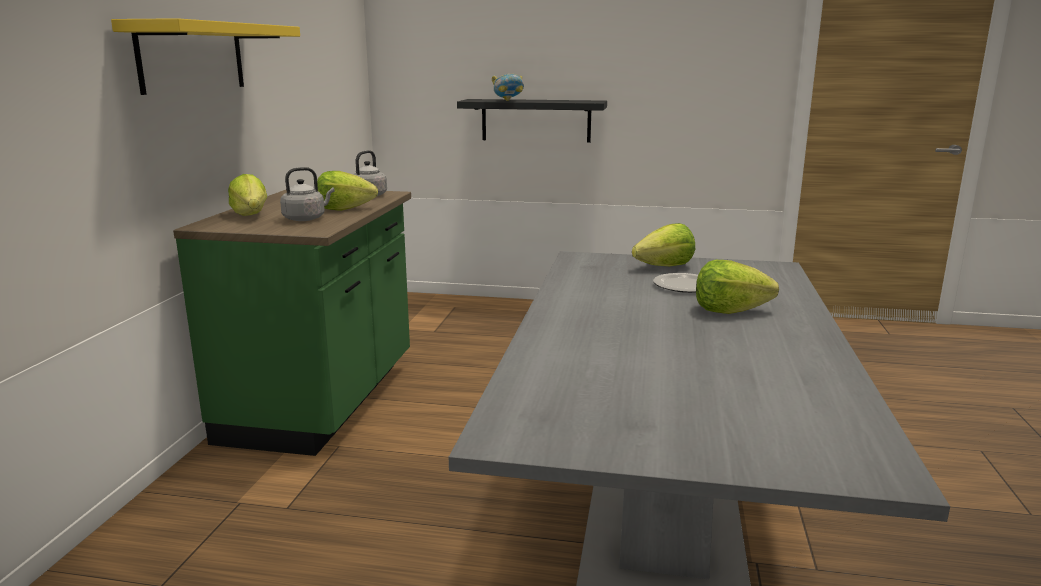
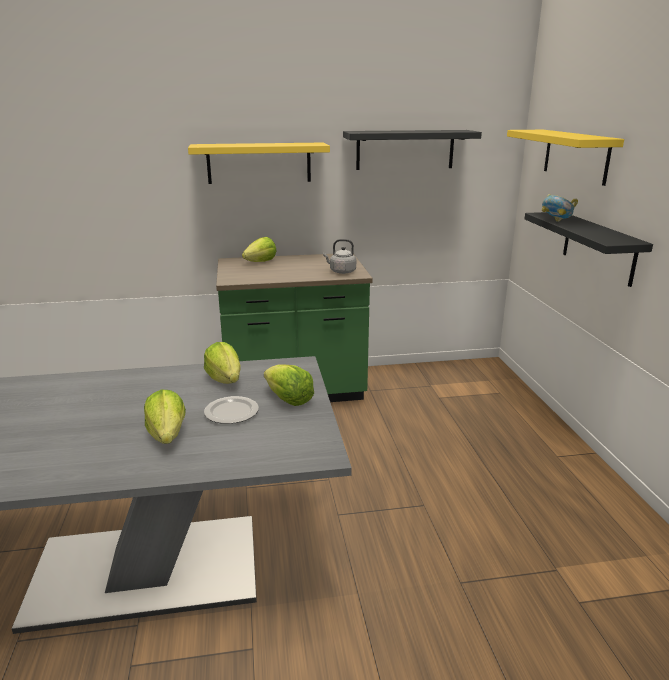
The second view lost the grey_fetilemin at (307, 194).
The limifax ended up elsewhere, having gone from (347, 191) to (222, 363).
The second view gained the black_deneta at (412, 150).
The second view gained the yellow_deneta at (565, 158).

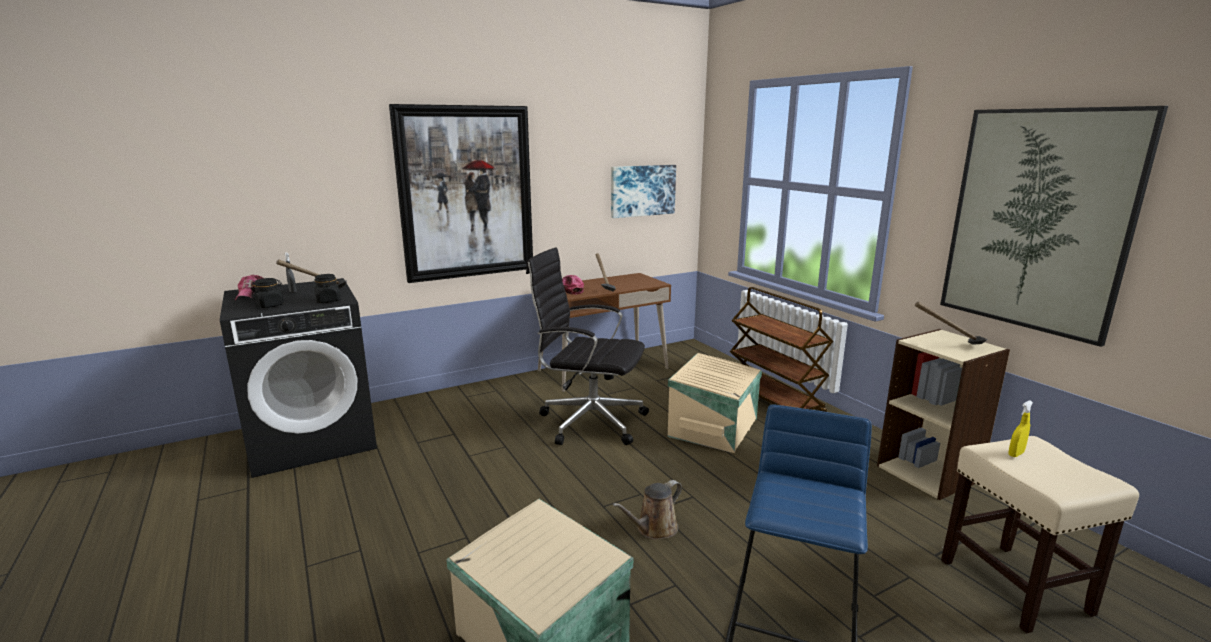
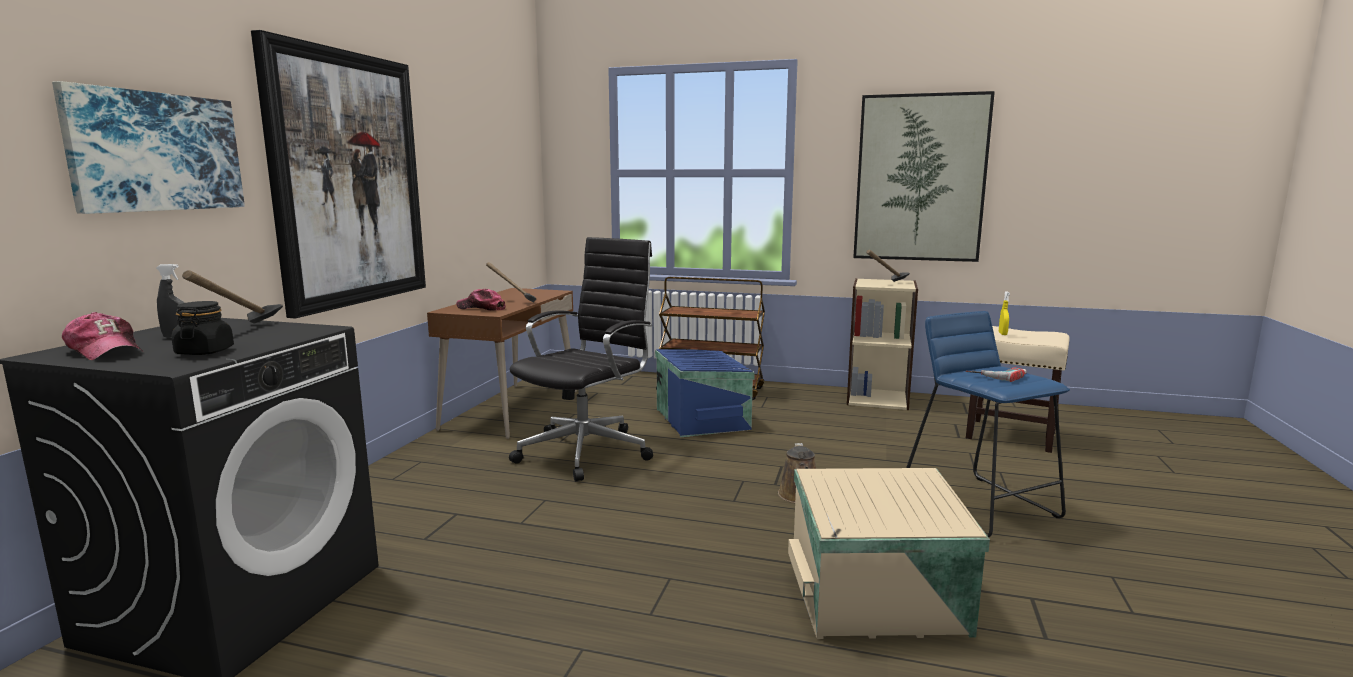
The second view lost the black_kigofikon at (328, 288).
The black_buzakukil at (587, 346) ended up facing another way, 150 degrees clockwise from before.
The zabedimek ended up elsewhere, having gone from (643, 191) to (148, 147).
What was the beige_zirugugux at (715, 403) turned into the blue_zirugugux at (705, 393).
The second view gained the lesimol at (996, 375).

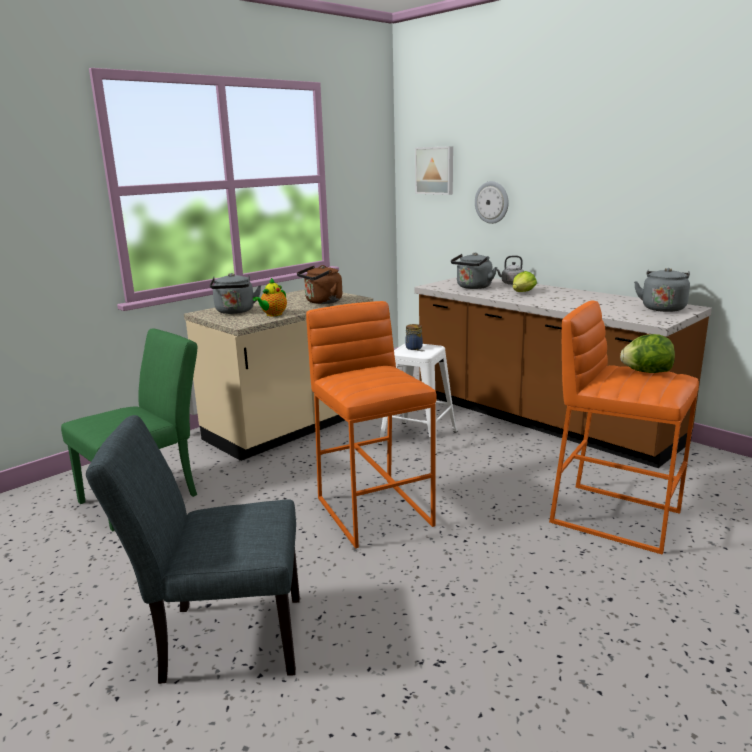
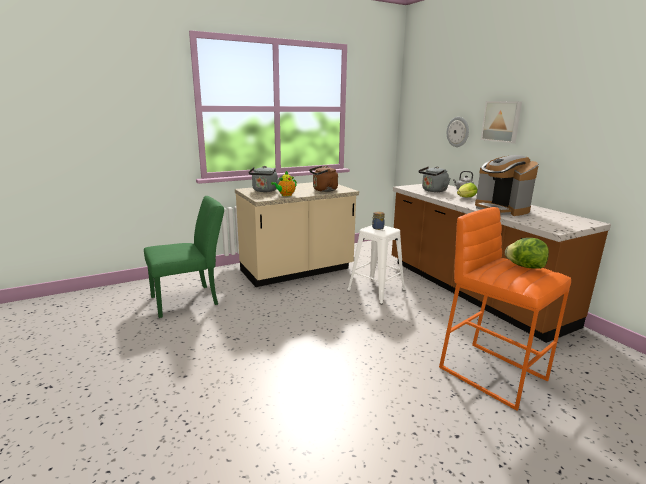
The second view lost the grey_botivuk at (193, 549).
The second view lost the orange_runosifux at (371, 425).
The zabedimek ended up elsewhere, having gone from (434, 170) to (501, 122).
The second view lost the grey_fetilemin at (662, 290).
The second view gained the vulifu at (507, 185).

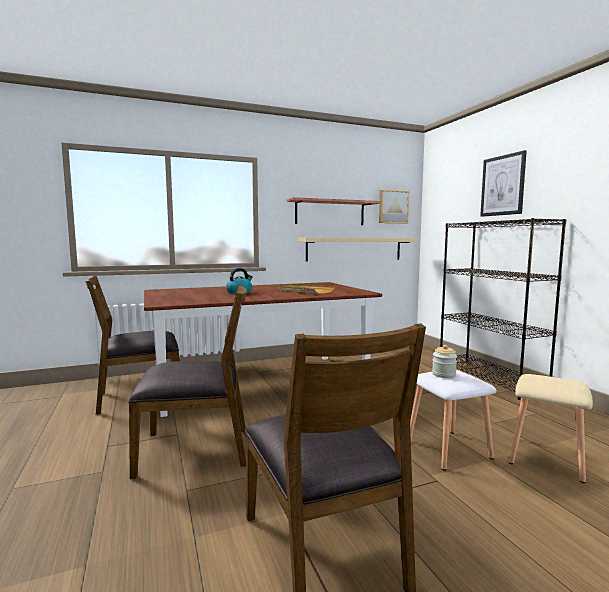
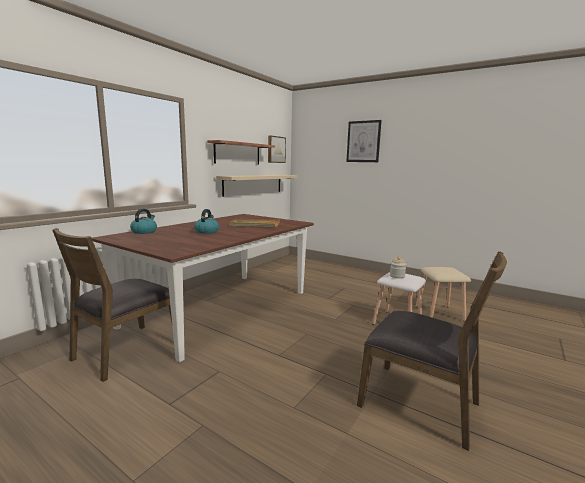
The second view lost the brown_botivuk at (187, 381).
The second view lost the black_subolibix at (503, 309).
The second view gained the fetilemin at (143, 221).

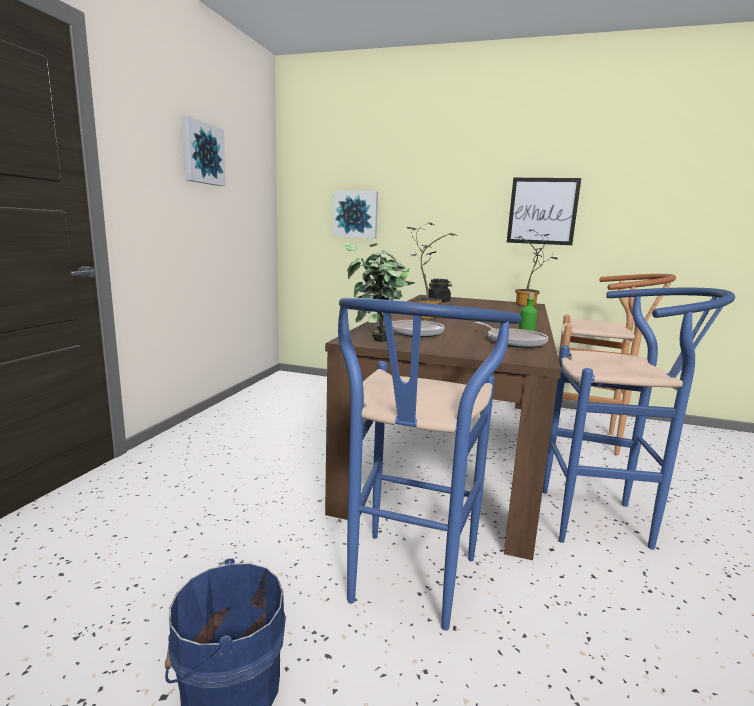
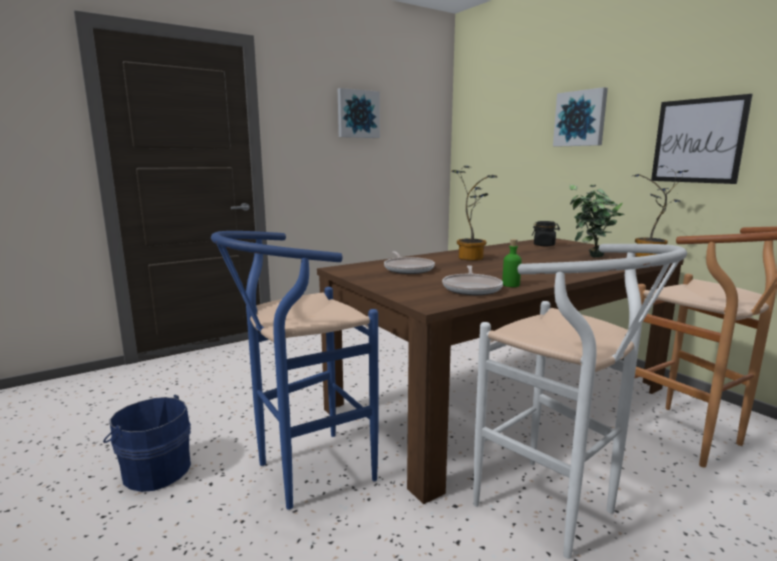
The zabedimek ended up elsewhere, having gone from (355, 214) to (580, 117).
The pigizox ended up elsewhere, having gone from (379, 292) to (596, 221).
What was the blue_runosifux at (639, 419) turned into the white_runosifux at (580, 401).

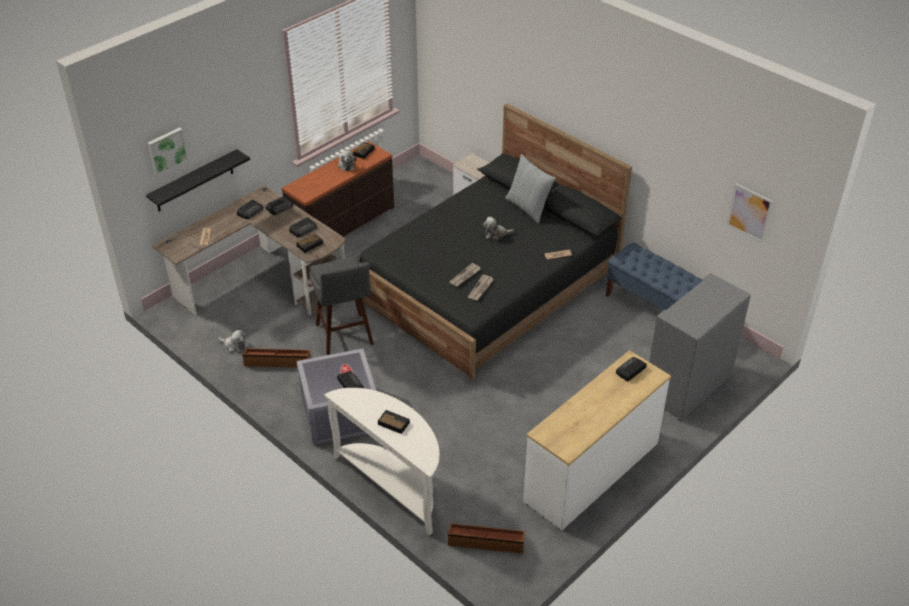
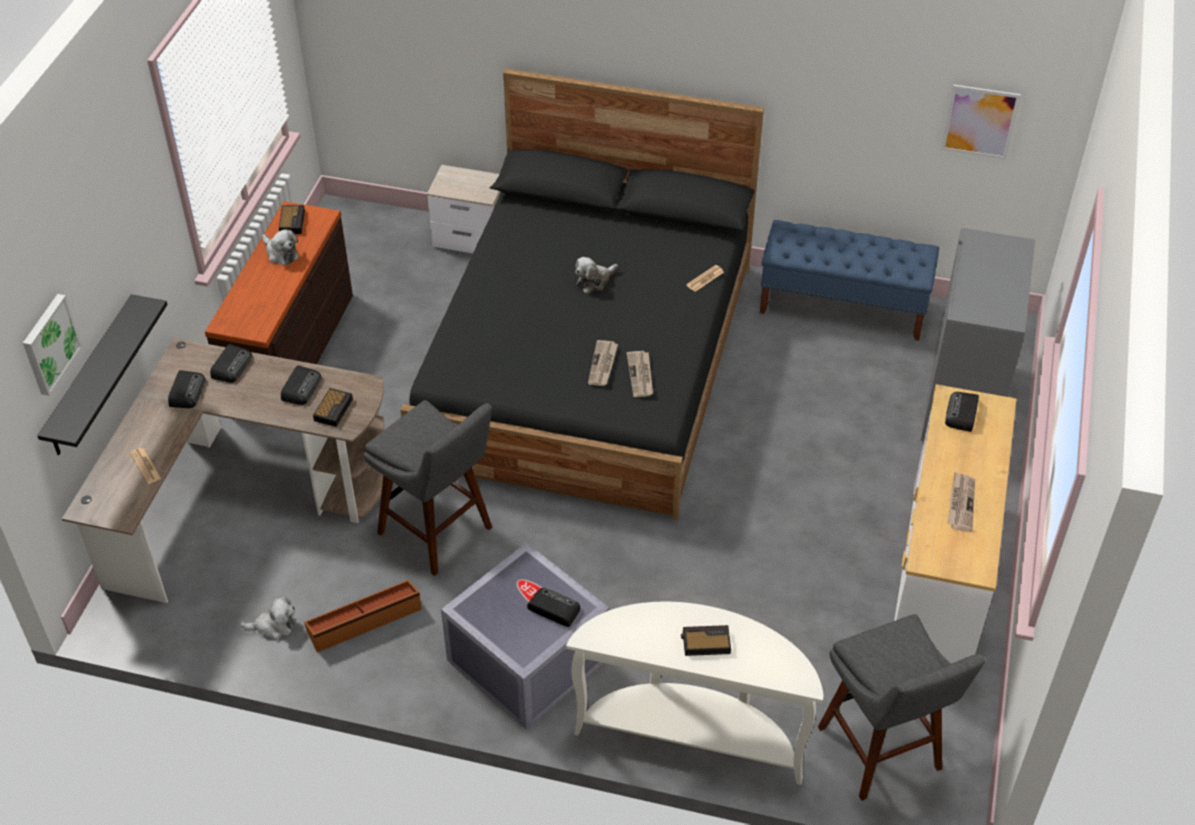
Where the brown_zirugugux stood at (486, 538), the grey_runosifux came to stand at (901, 707).
The second view lost the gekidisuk at (530, 189).
The second view gained the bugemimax at (961, 502).

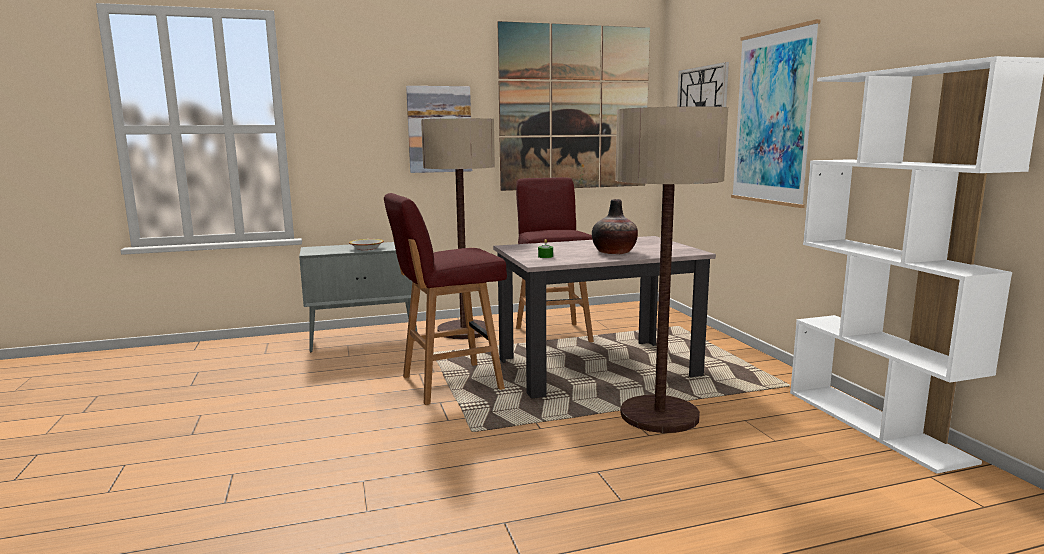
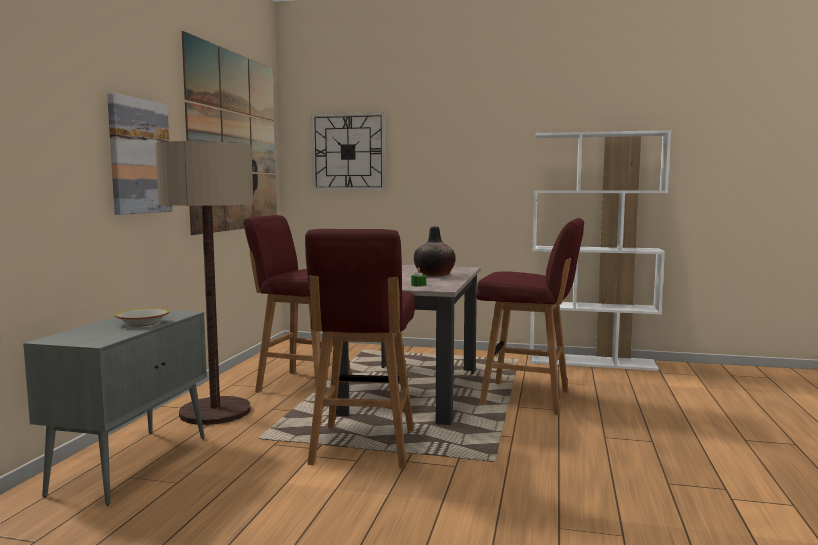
Where the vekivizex stood at (671, 269), the red_runosifux came to stand at (530, 316).
The second view lost the zabedimek at (775, 113).

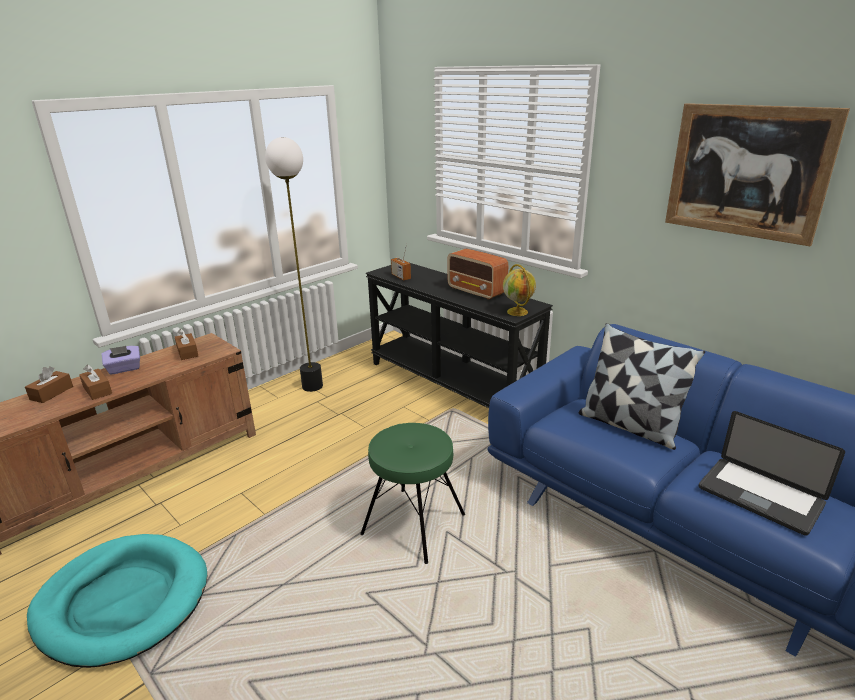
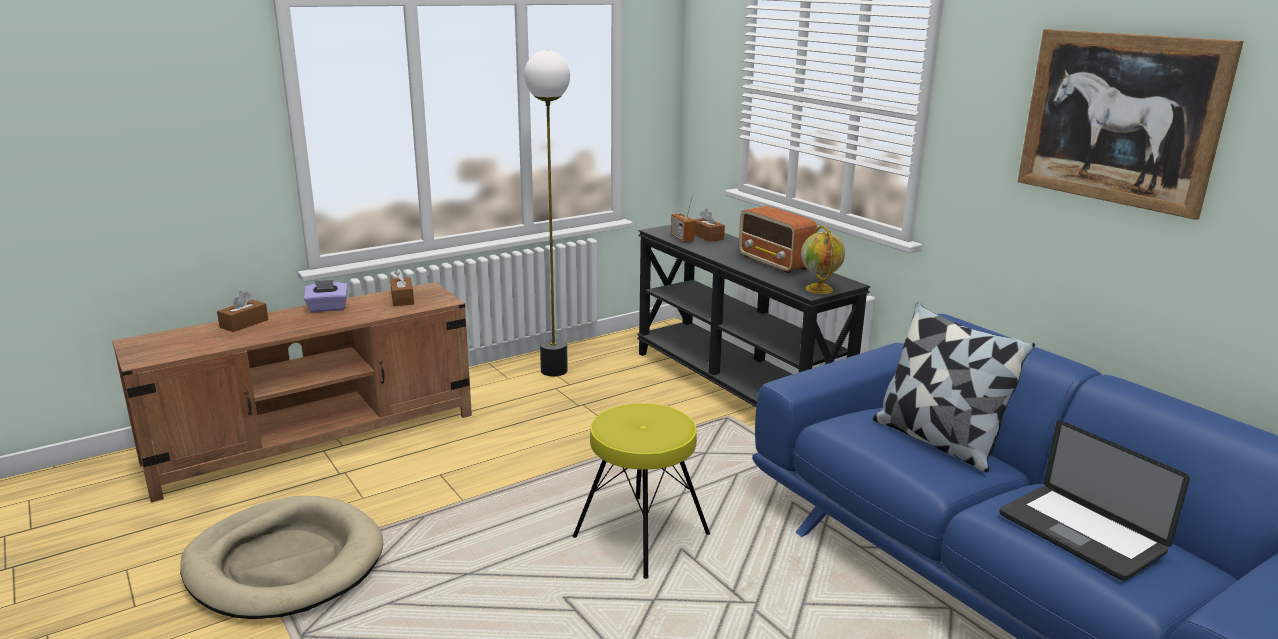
What was the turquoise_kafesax at (117, 601) turned into the beige_kafesax at (281, 557).
The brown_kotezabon ended up elsewhere, having gone from (95, 382) to (709, 225).
What was the green_runosifux at (412, 493) turned into the yellow_runosifux at (641, 491).

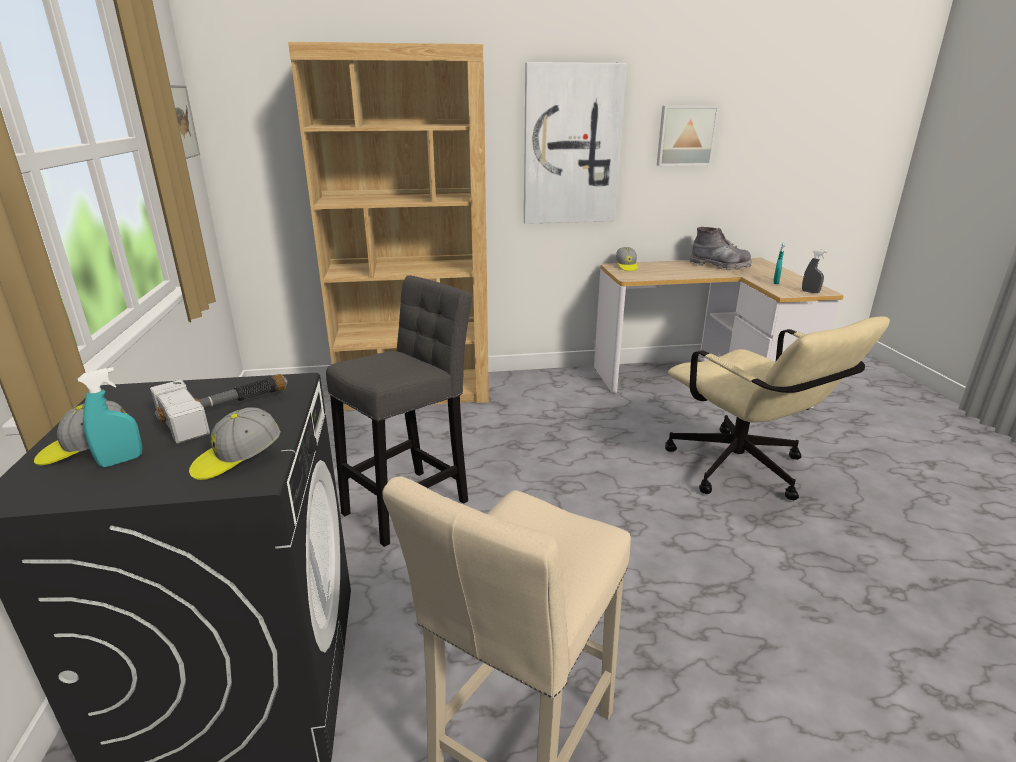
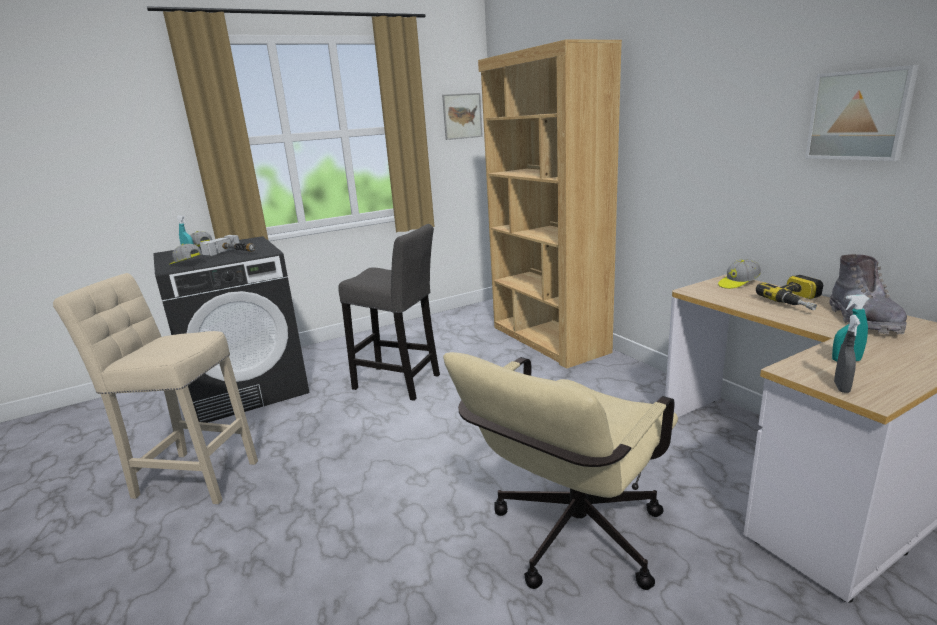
The second view lost the zabedimek at (575, 143).
The second view gained the lesimol at (789, 292).

